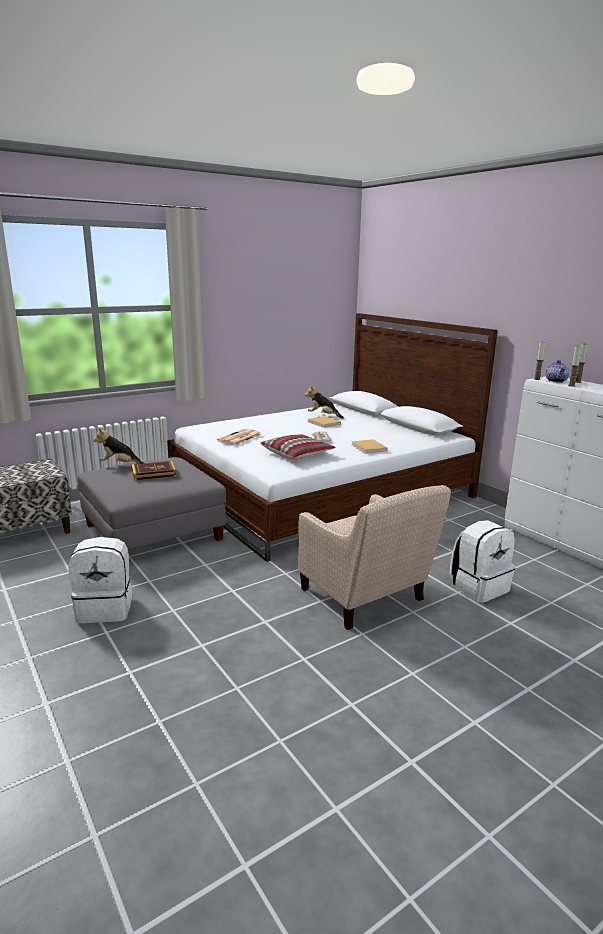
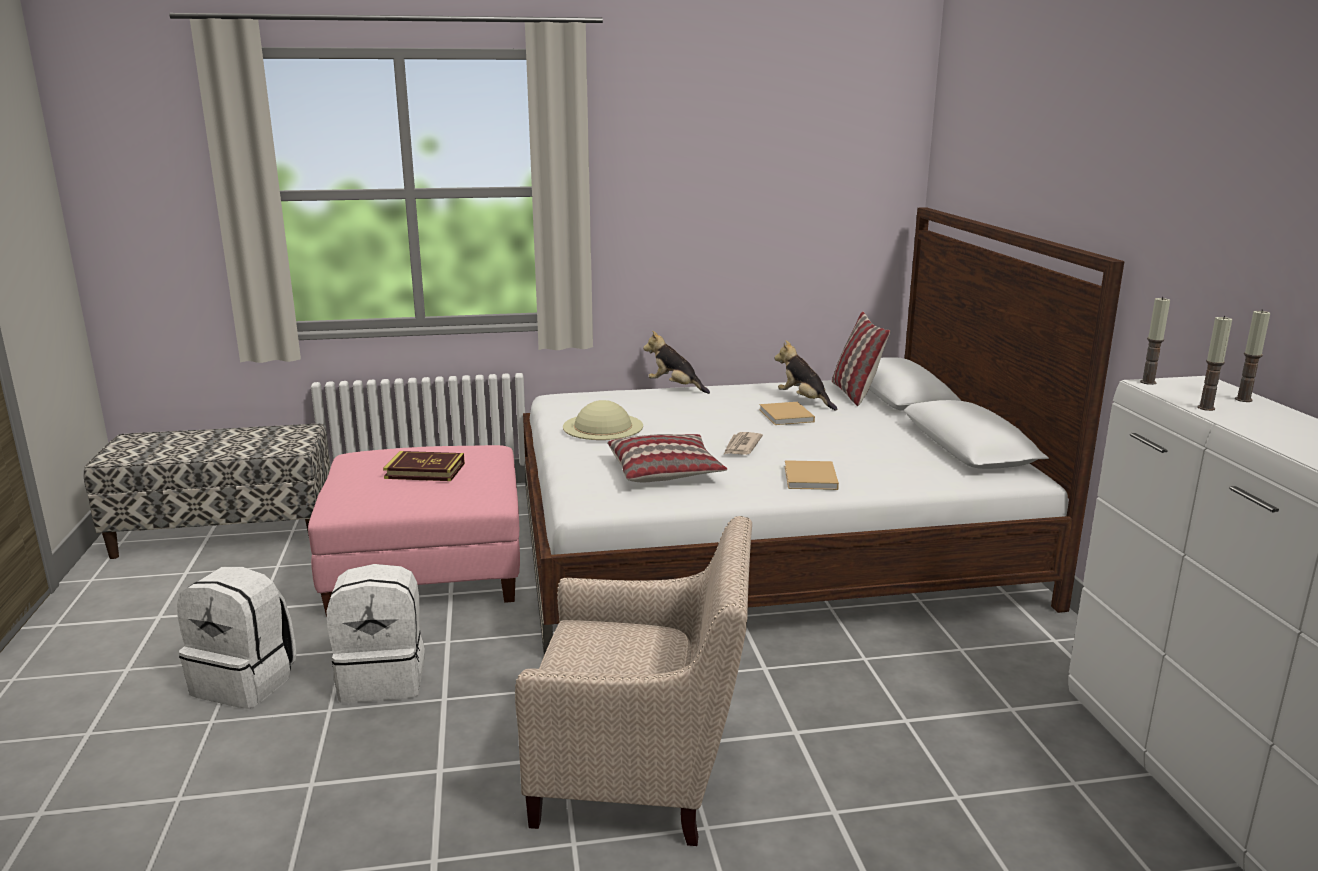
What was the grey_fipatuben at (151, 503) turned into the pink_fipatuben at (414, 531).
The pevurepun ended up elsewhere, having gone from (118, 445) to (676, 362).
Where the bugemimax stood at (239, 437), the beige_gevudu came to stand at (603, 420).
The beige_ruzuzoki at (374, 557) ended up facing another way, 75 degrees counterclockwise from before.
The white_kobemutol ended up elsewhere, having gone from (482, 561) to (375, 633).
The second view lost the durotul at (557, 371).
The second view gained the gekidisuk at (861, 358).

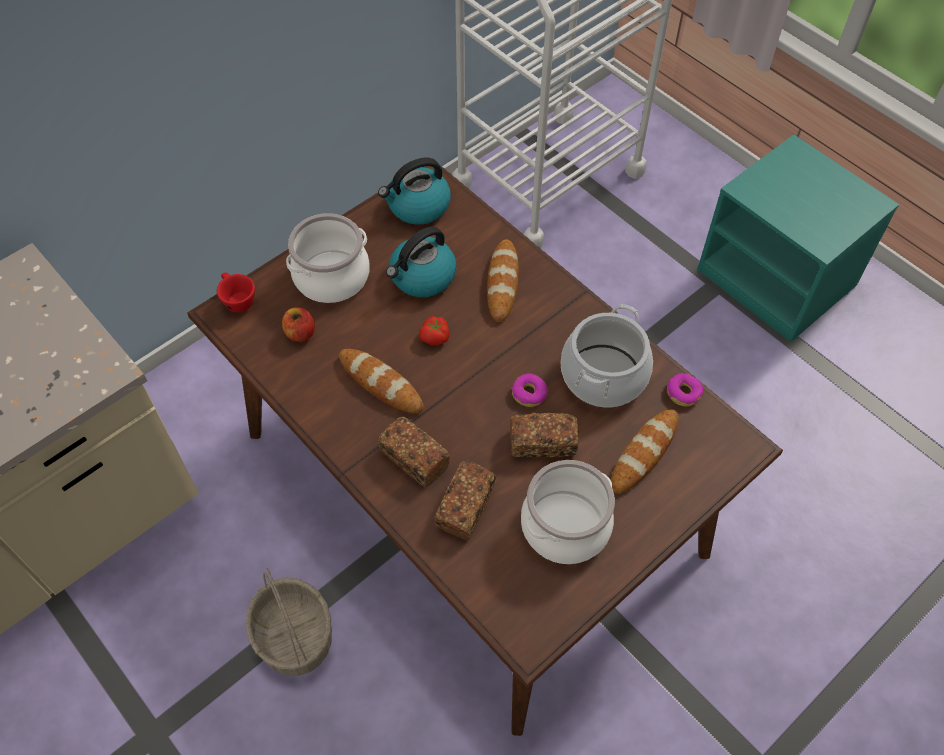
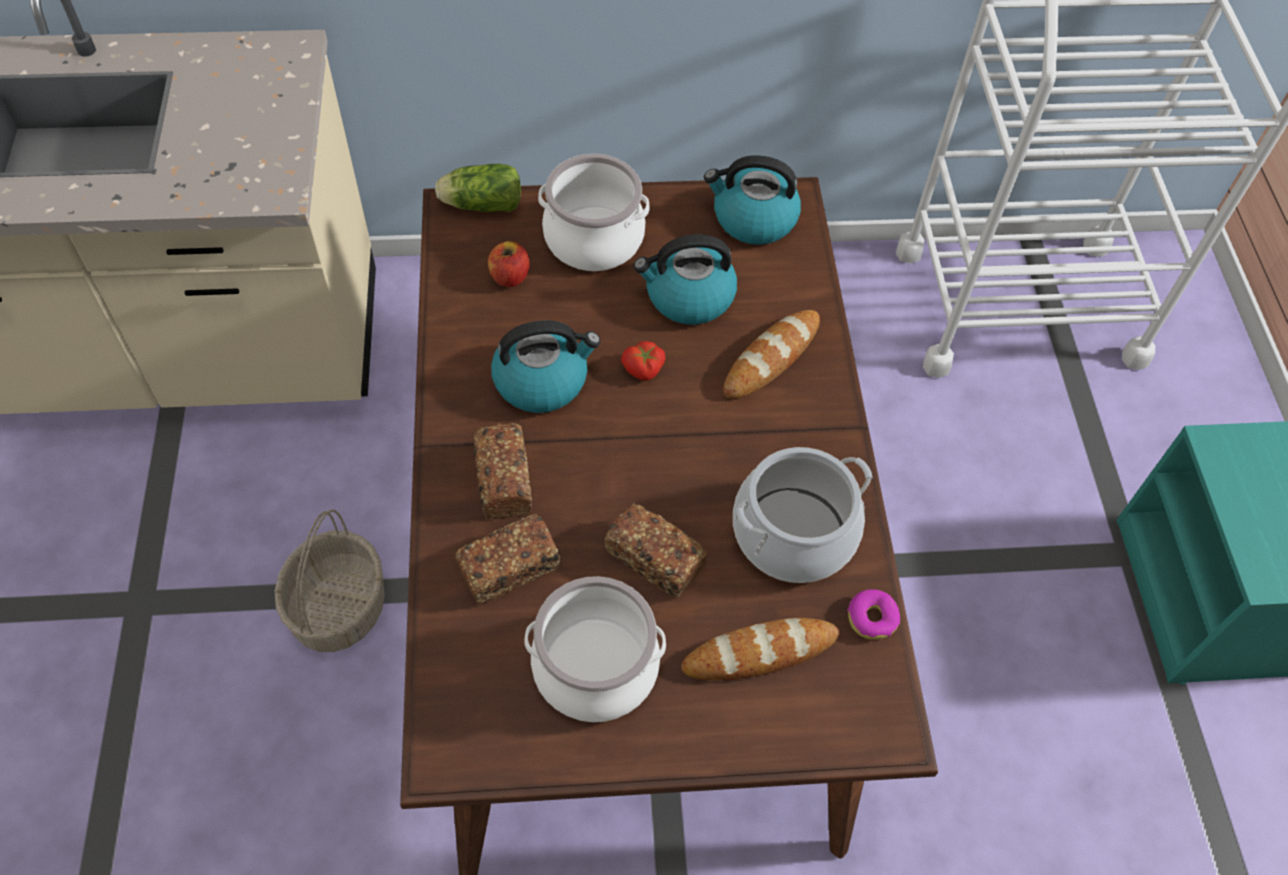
Where the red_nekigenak stood at (236, 292), the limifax came to stand at (478, 188).
Where the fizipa stood at (381, 381), the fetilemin came to stand at (546, 366).
The second view lost the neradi at (530, 390).

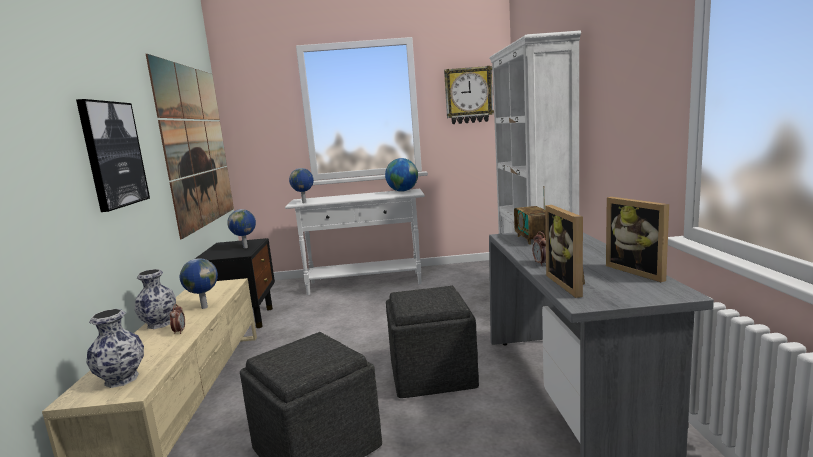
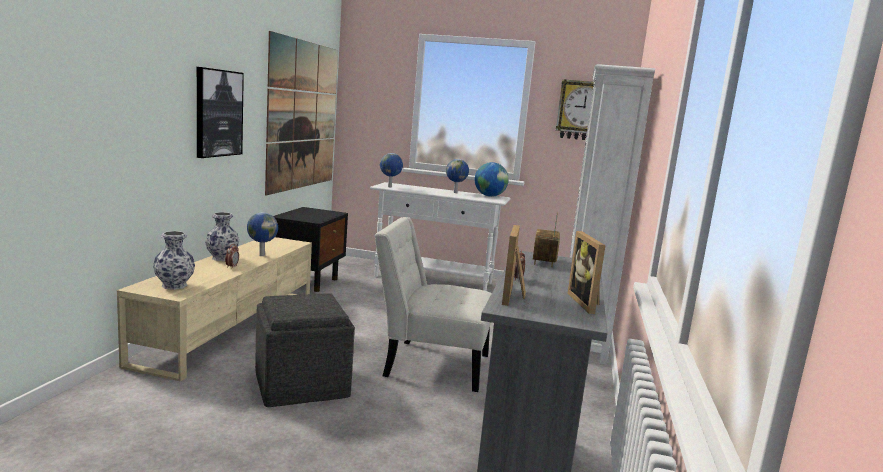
The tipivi ended up elsewhere, having gone from (241, 228) to (457, 176).
Where the grey_fipatuben stood at (432, 342), the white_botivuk came to stand at (433, 304).

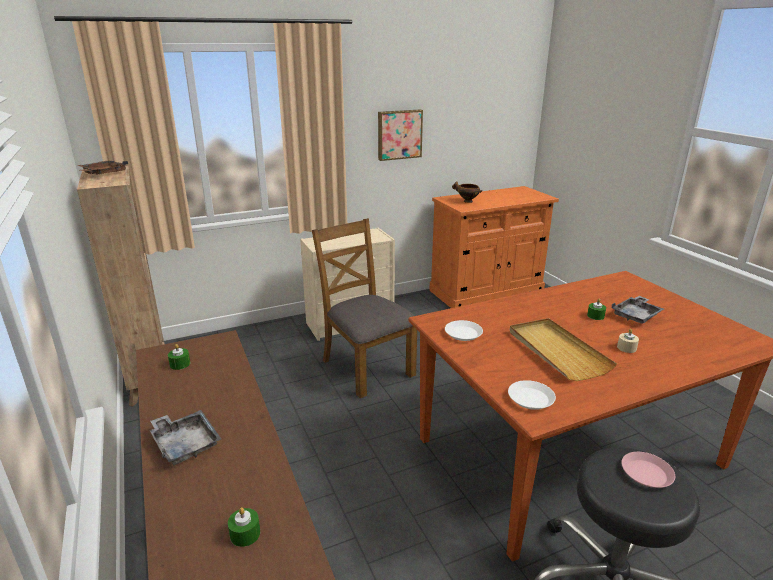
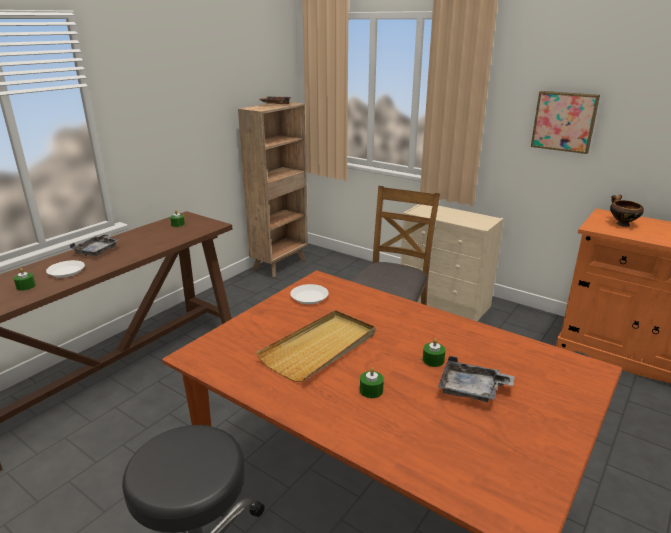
The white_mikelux ended up elsewhere, having gone from (532, 395) to (65, 269).
What was the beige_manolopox at (628, 341) turned into the green_manolopox at (372, 382).
The second view lost the pink_mikelux at (648, 470).

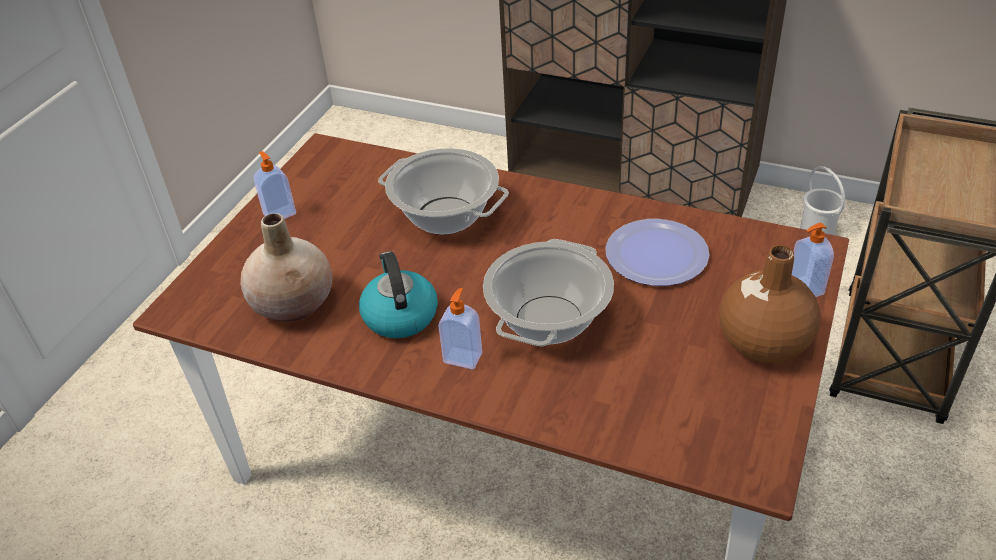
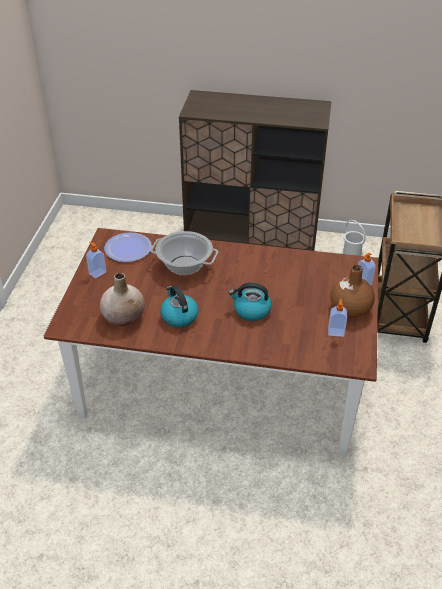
The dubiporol ended up elsewhere, having gone from (460, 328) to (337, 318).
Where the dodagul stood at (548, 292), the fetilemin came to stand at (250, 301).
The mikelux ended up elsewhere, having gone from (658, 252) to (128, 247).

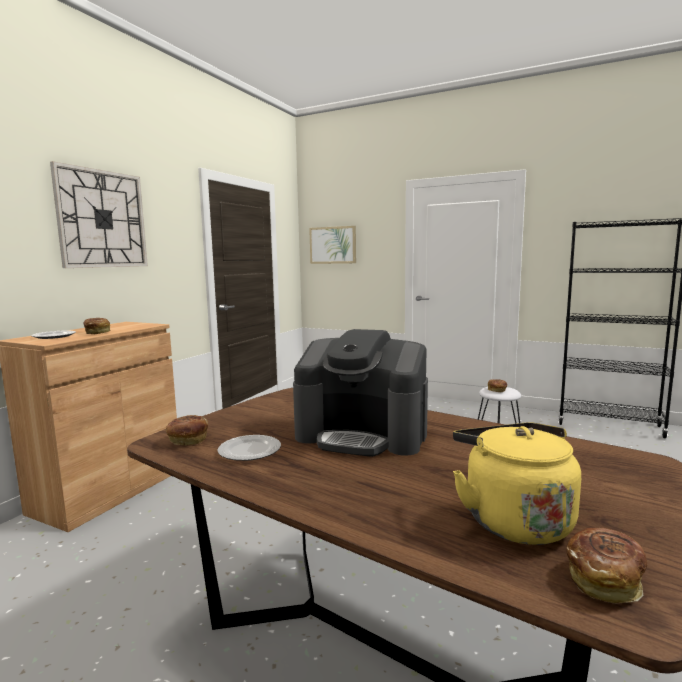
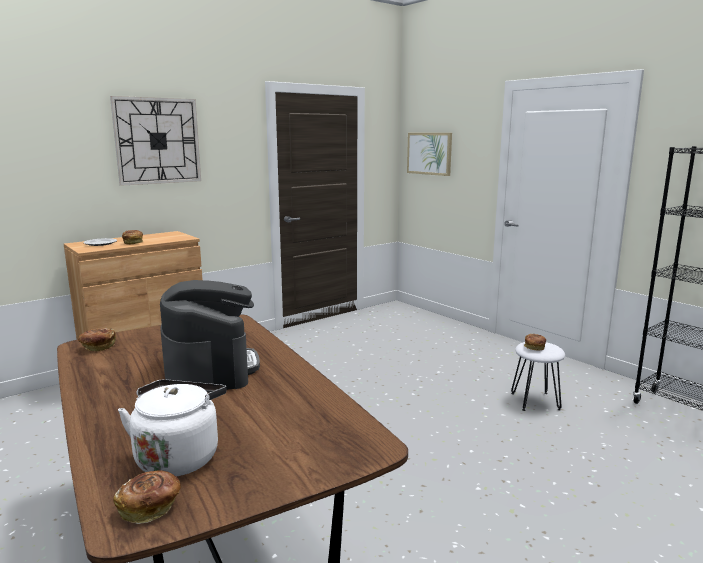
The second view lost the mikelux at (249, 448).
The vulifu at (360, 393) ended up facing another way, 150 degrees counterclockwise from before.
What was the yellow_fetilemin at (517, 483) turned into the white_fetilemin at (172, 428).

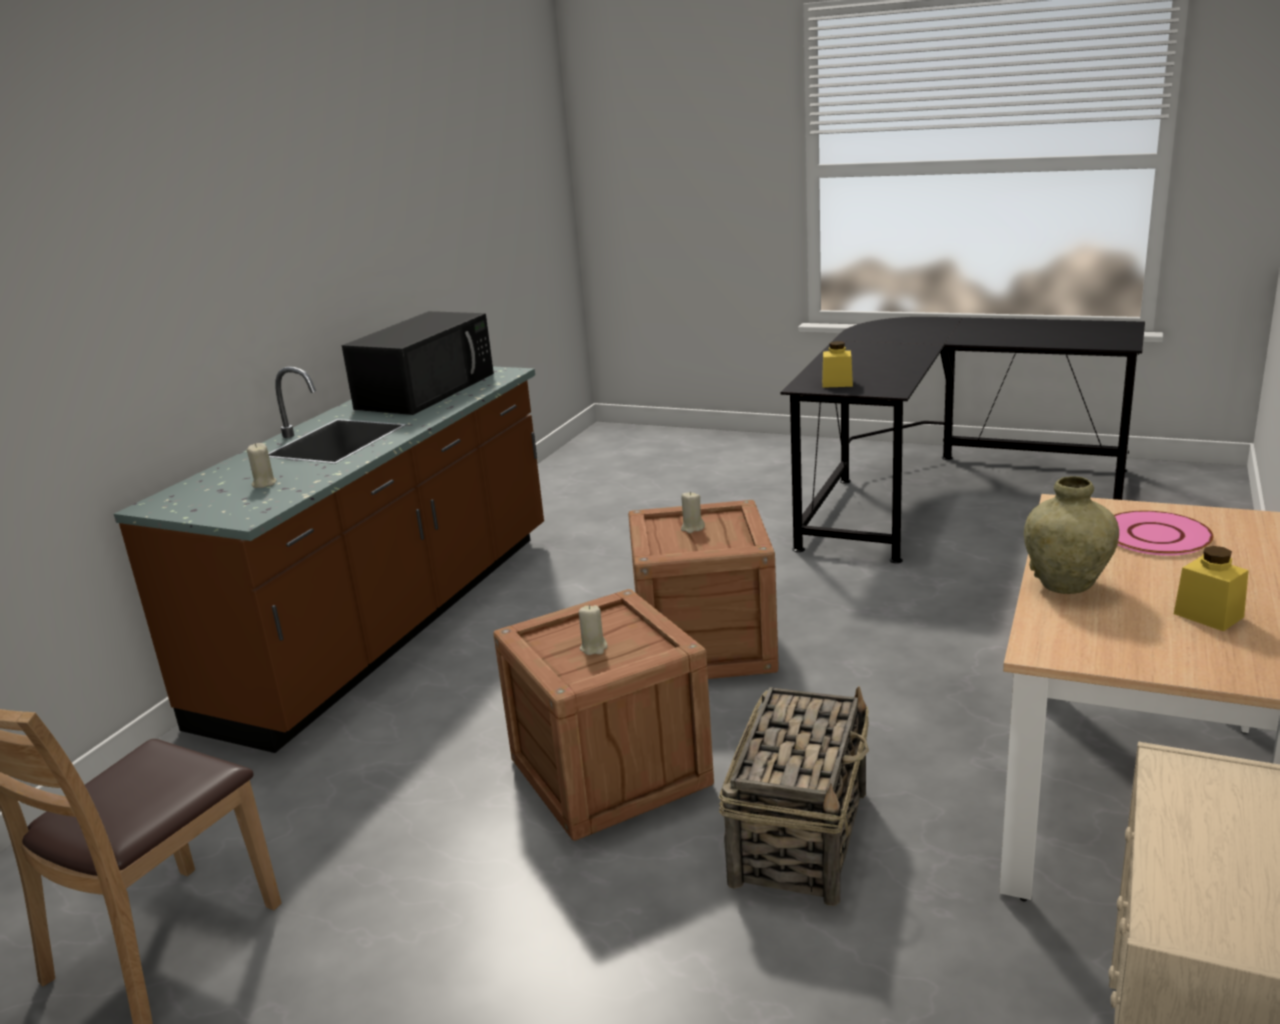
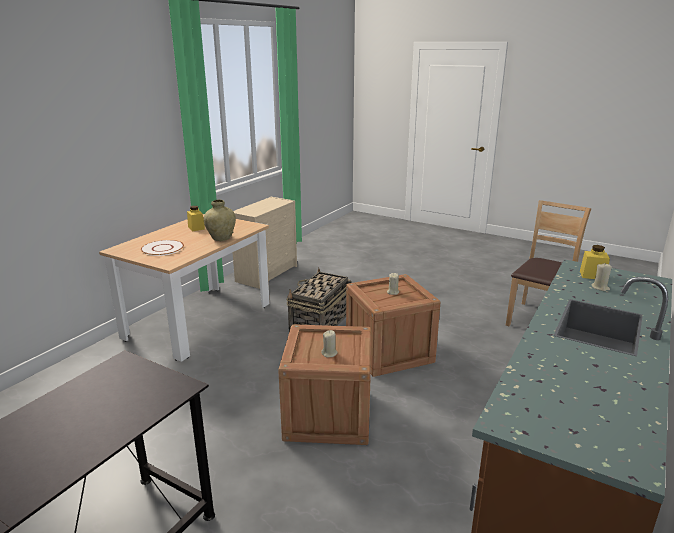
The second view lost the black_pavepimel at (418, 363).
The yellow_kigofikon ended up elsewhere, having gone from (837, 364) to (595, 262).
What was the pink_mikelux at (1163, 533) turned into the white_mikelux at (162, 248).

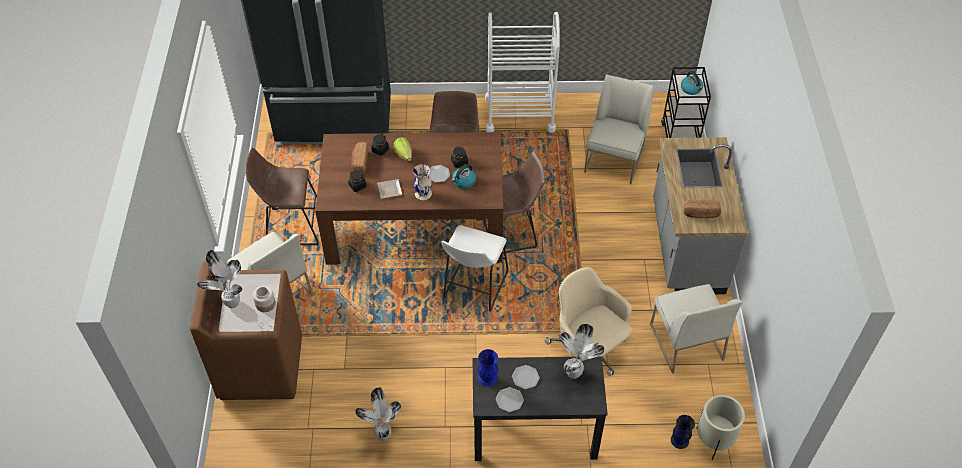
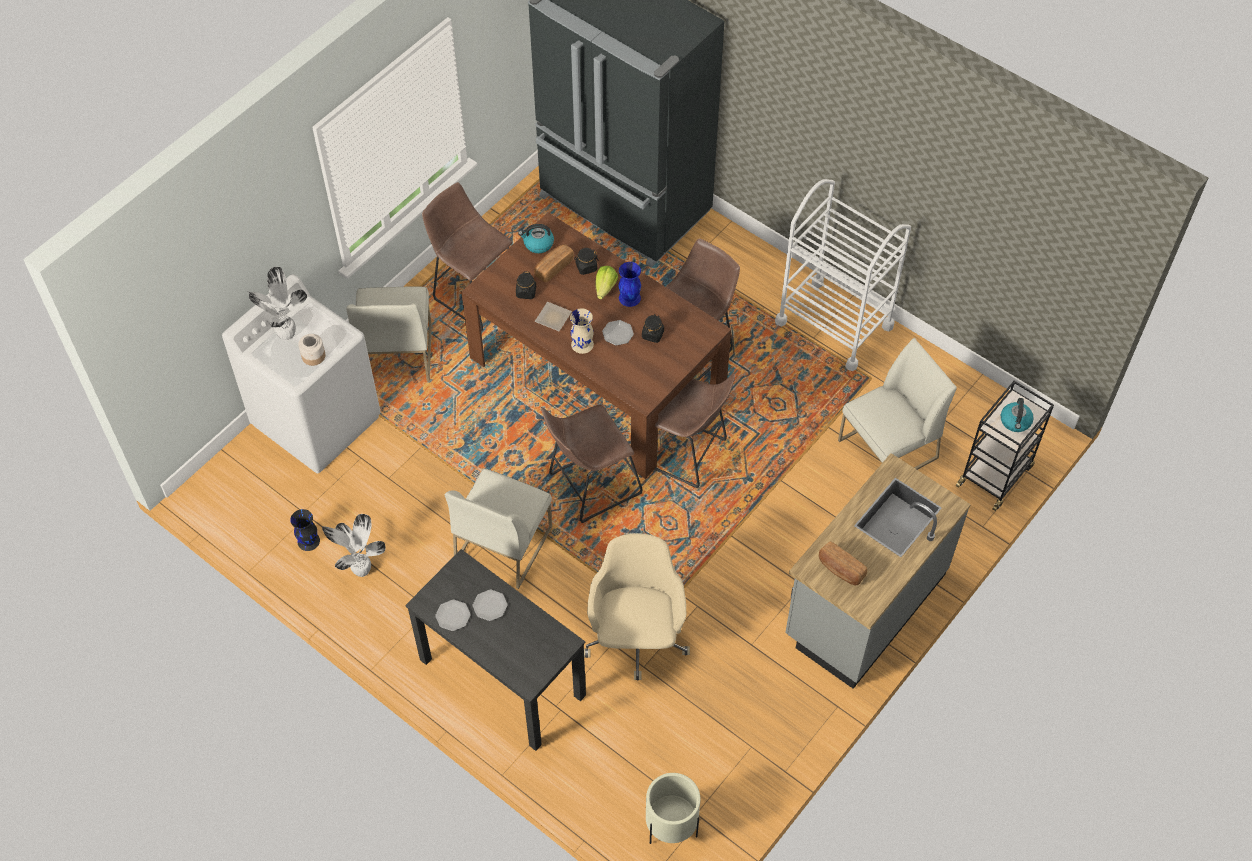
What was the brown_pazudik at (246, 330) turned into the white_pazudik at (301, 373).
What was the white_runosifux at (474, 268) turned into the brown_runosifux at (592, 464).
The fetilemin ended up elsewhere, having gone from (464, 176) to (536, 238).
The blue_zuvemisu ended up elsewhere, having gone from (488, 368) to (630, 284).
The second view lost the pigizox at (581, 351).
The white_botivuk ended up elsewhere, having gone from (696, 329) to (498, 528).
The black_zuvemisu ended up elsewhere, having gone from (683, 432) to (305, 530).

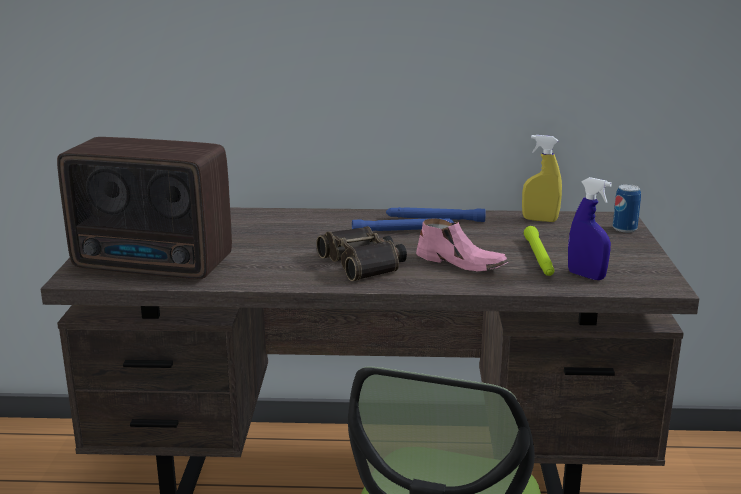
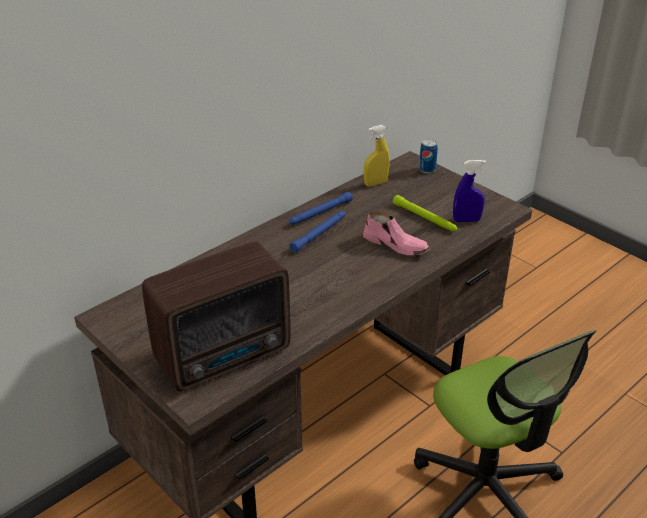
The second view lost the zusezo at (361, 253).
The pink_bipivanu at (462, 245) ended up facing another way, 45 degrees clockwise from before.

